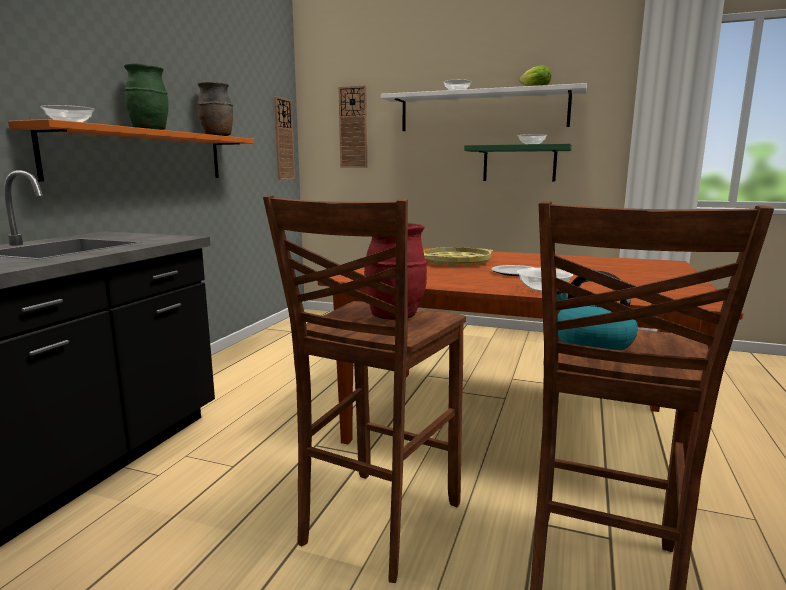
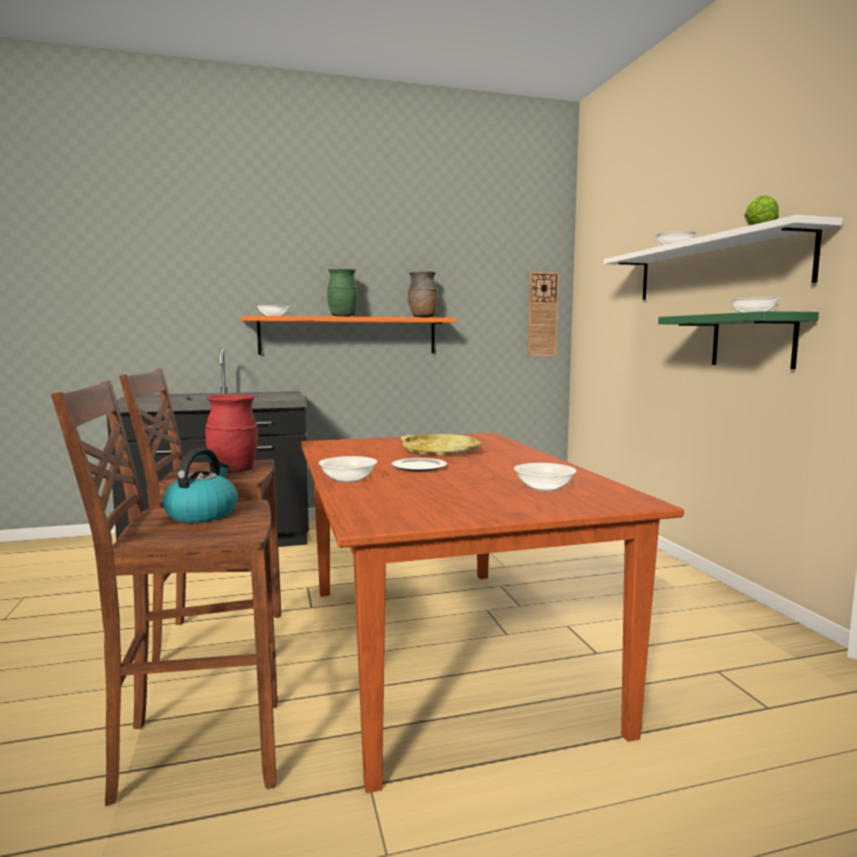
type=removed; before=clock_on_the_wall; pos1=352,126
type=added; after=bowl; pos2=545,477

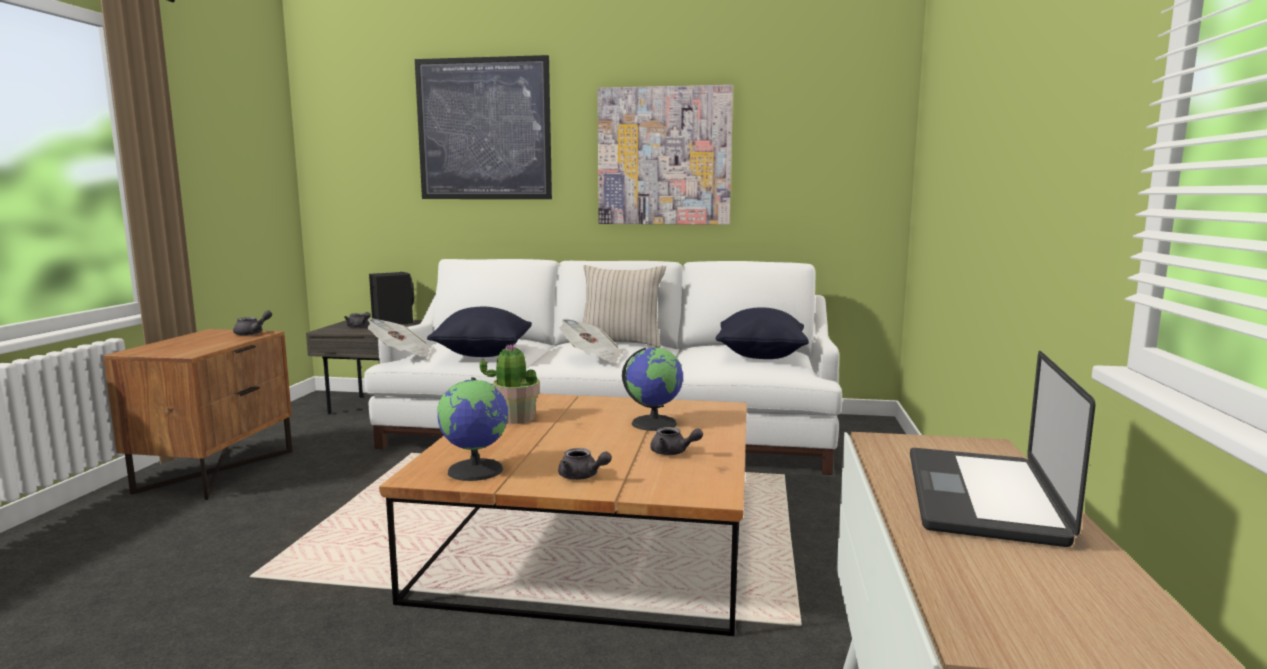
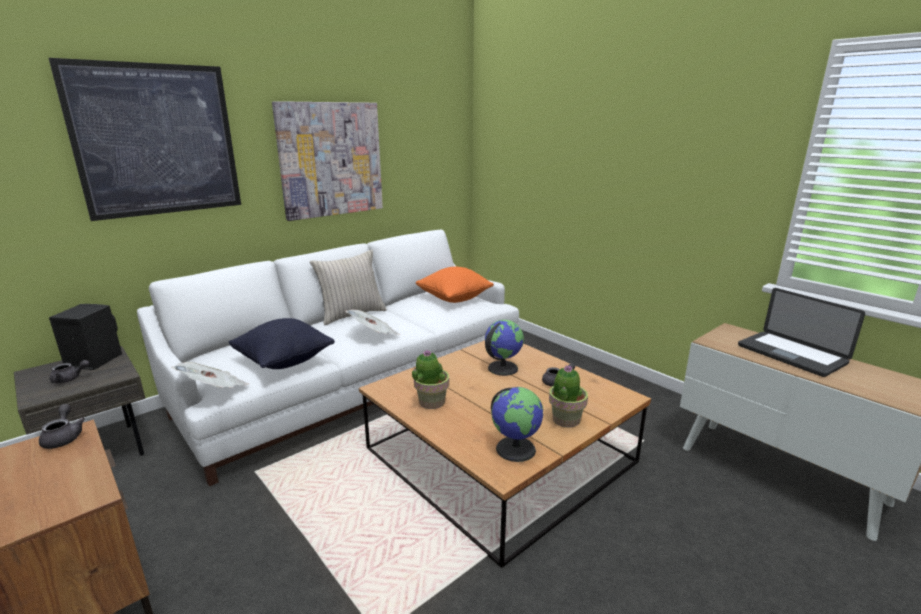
type=recoloured; before=black_cushion; after=orange-coloured_cushion; pos1=762,333; pos2=455,285
type=replaced; before=greyish_pot_for_tea; after=potted_plant; pos1=585,464; pos2=568,396

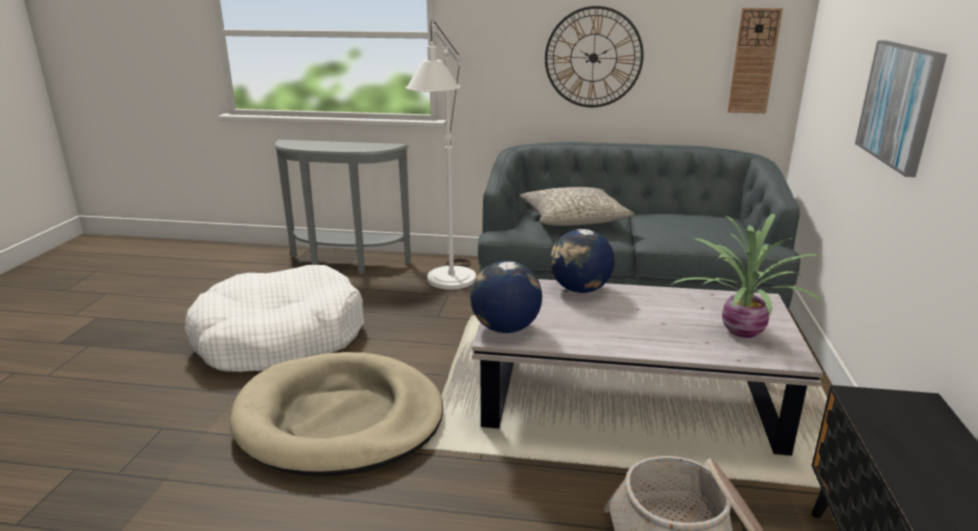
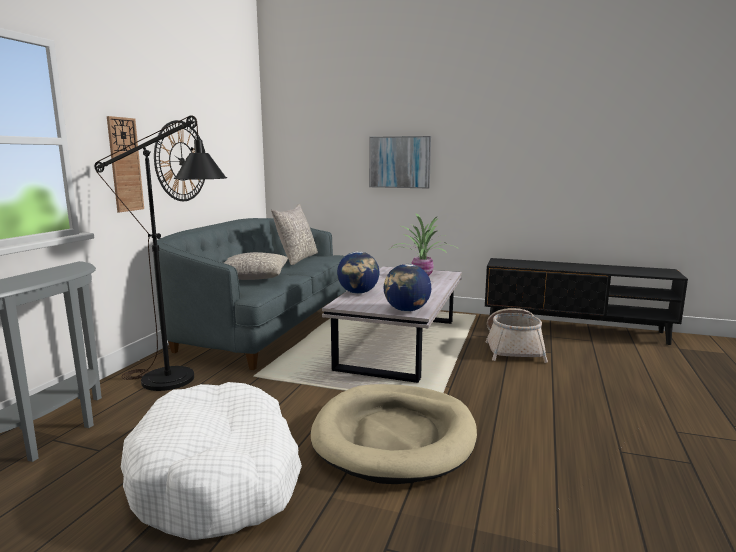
type=moved; before=clock_on_the_wall; pos1=755,60; pos2=125,164
type=recoloured; before=white_floor_lamp; after=black_floor_lamp; pos1=441,154; pos2=160,253
type=added; after=greyish_cushion; pos2=294,234

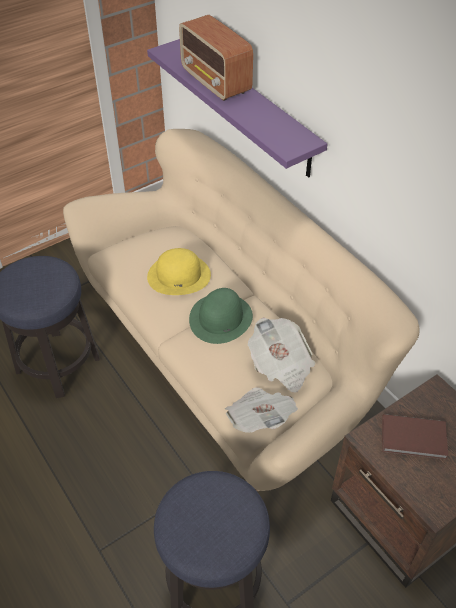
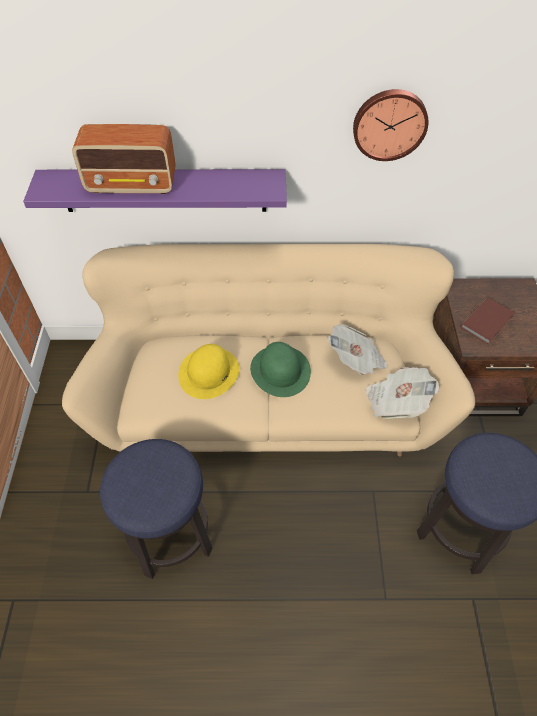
type=added; after=clock_on_the_wall; pos2=390,125

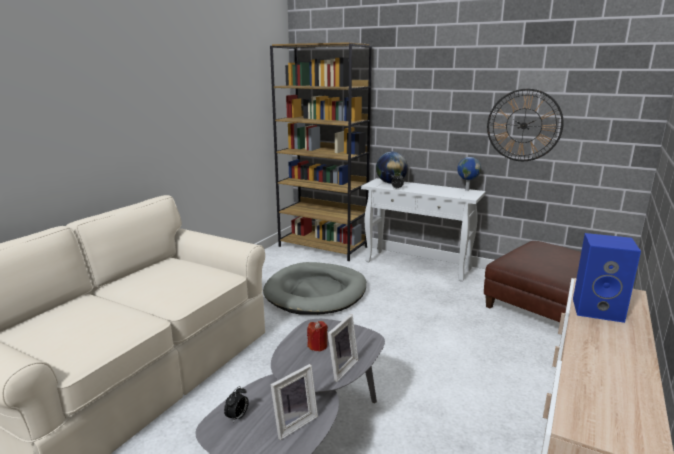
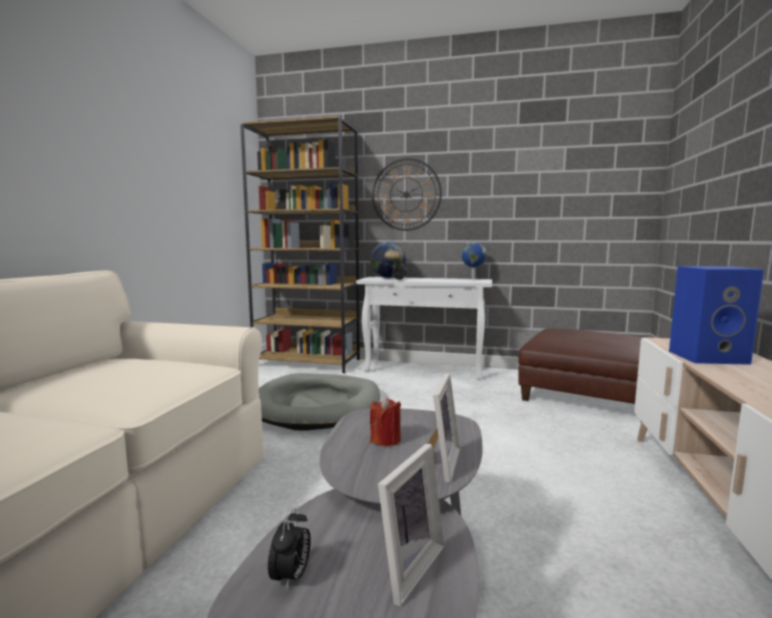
type=moved; before=clock_on_the_wall; pos1=525,124; pos2=407,194

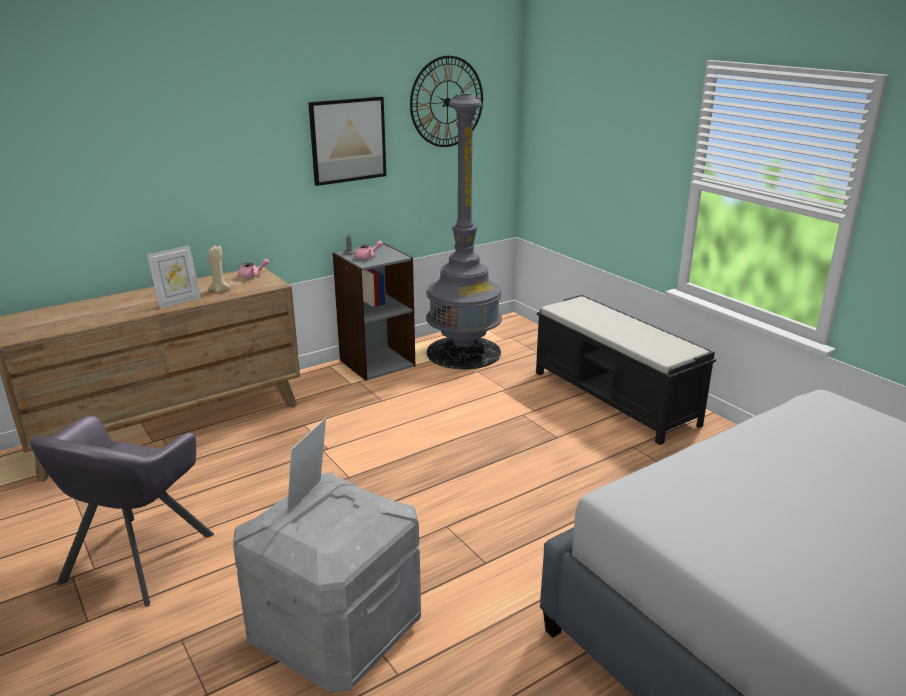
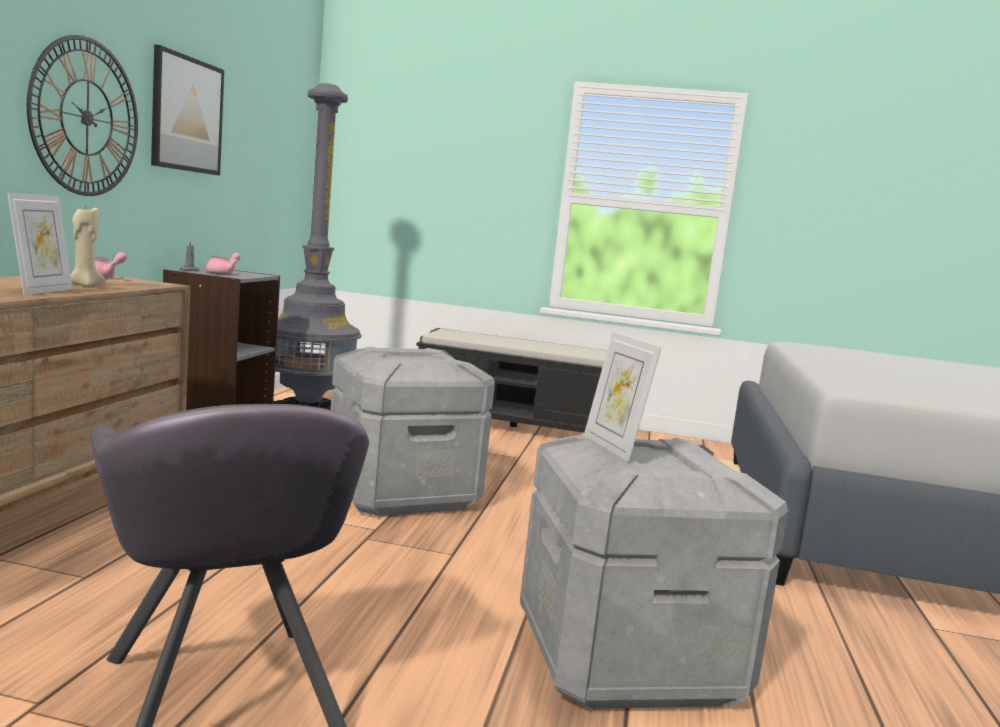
type=moved; before=clock_on_the_wall; pos1=446,101; pos2=82,115
type=added; after=greyish_storage_bin; pos2=412,431

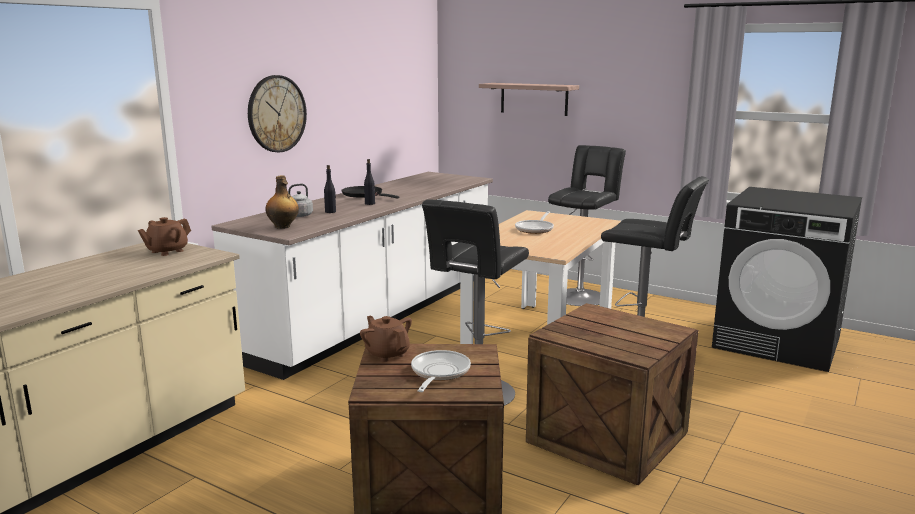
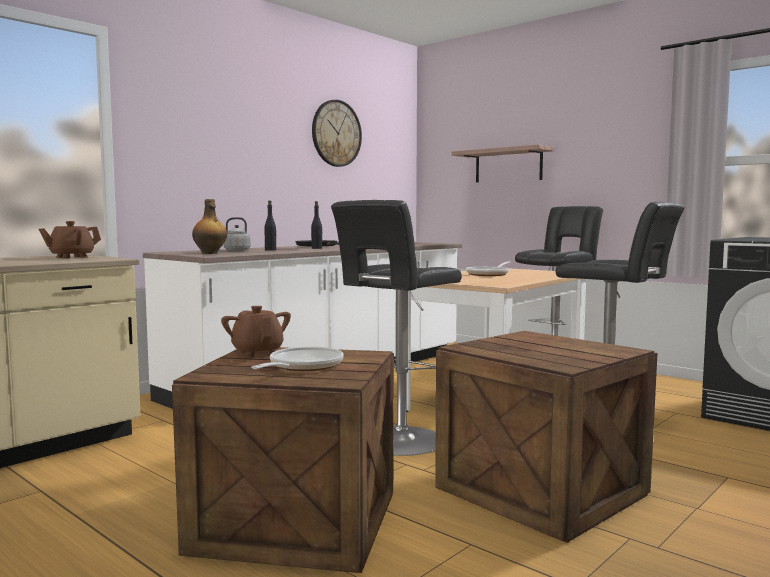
type=moved; before=clock_on_the_wall; pos1=277,113; pos2=337,133

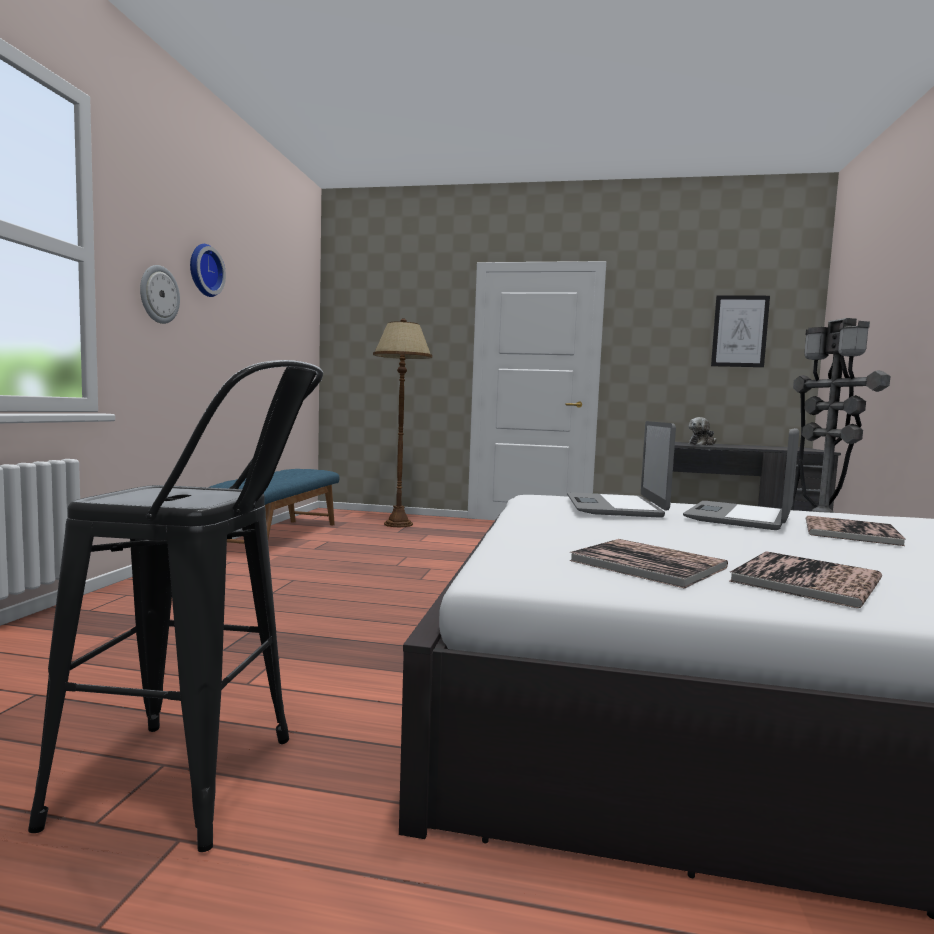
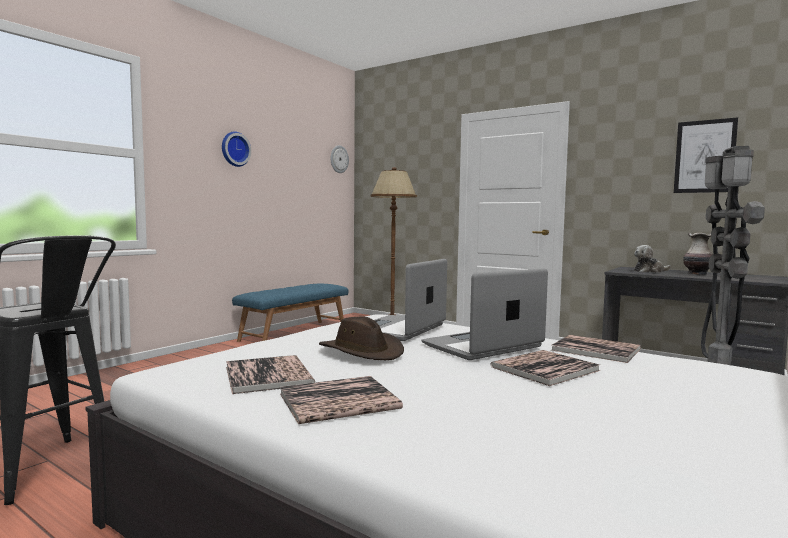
type=moved; before=clock_on_the_wall; pos1=160,294; pos2=339,159
type=added; after=decorative_vase; pos2=698,254
type=added; after=brown_wearable_hat; pos2=361,338
type=added; after=bound_book; pos2=596,349

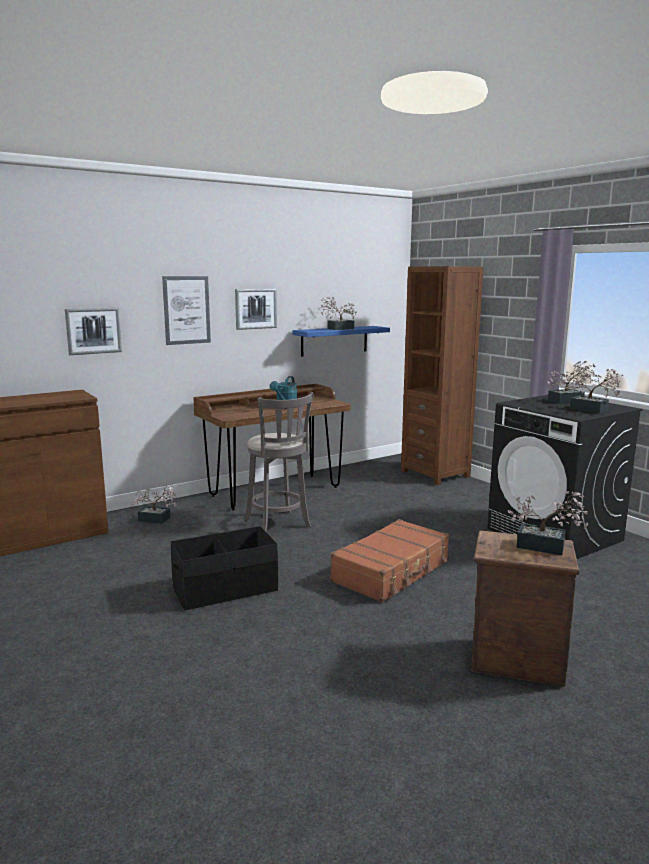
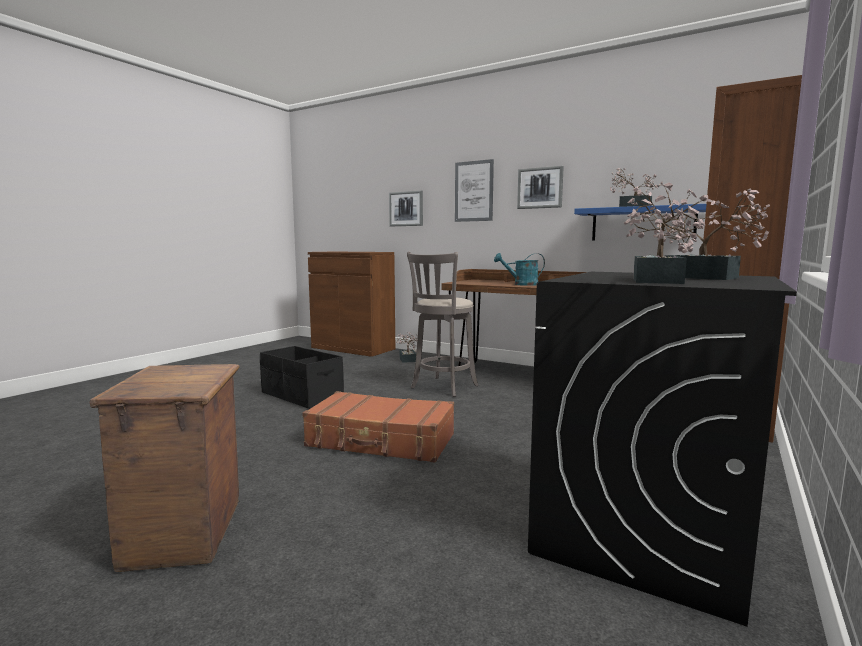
type=removed; before=potted_plant; pos1=548,523

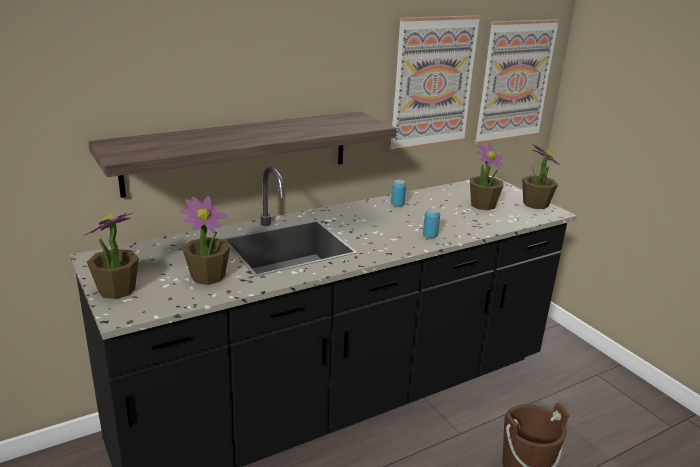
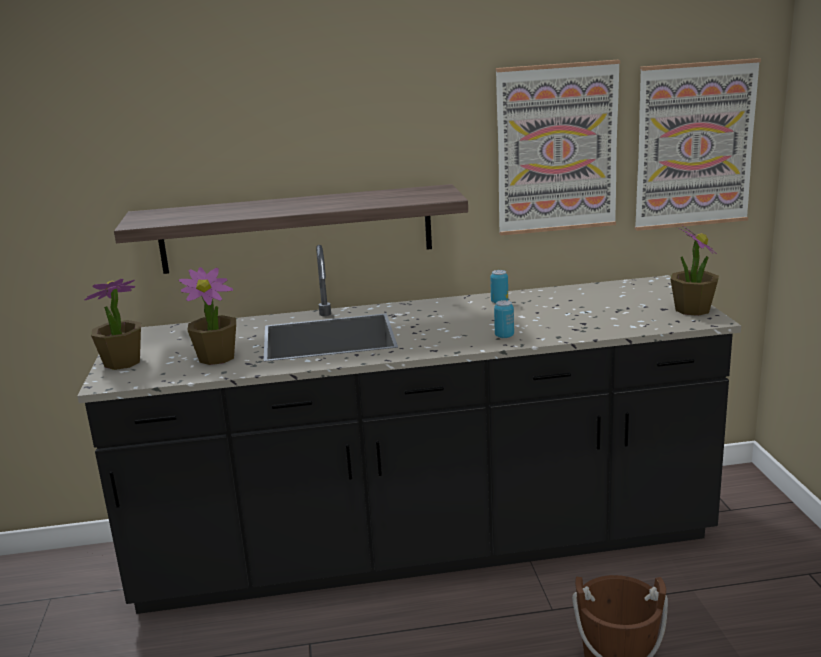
type=removed; before=potted_plant; pos1=487,176

